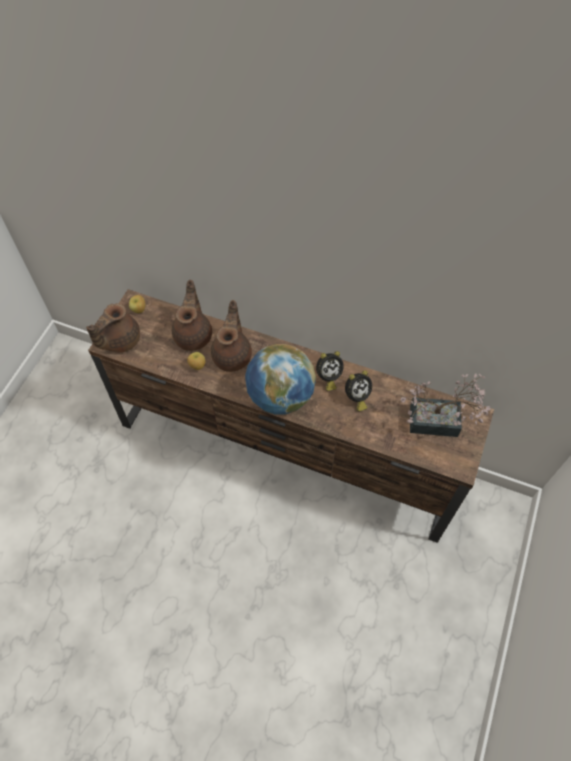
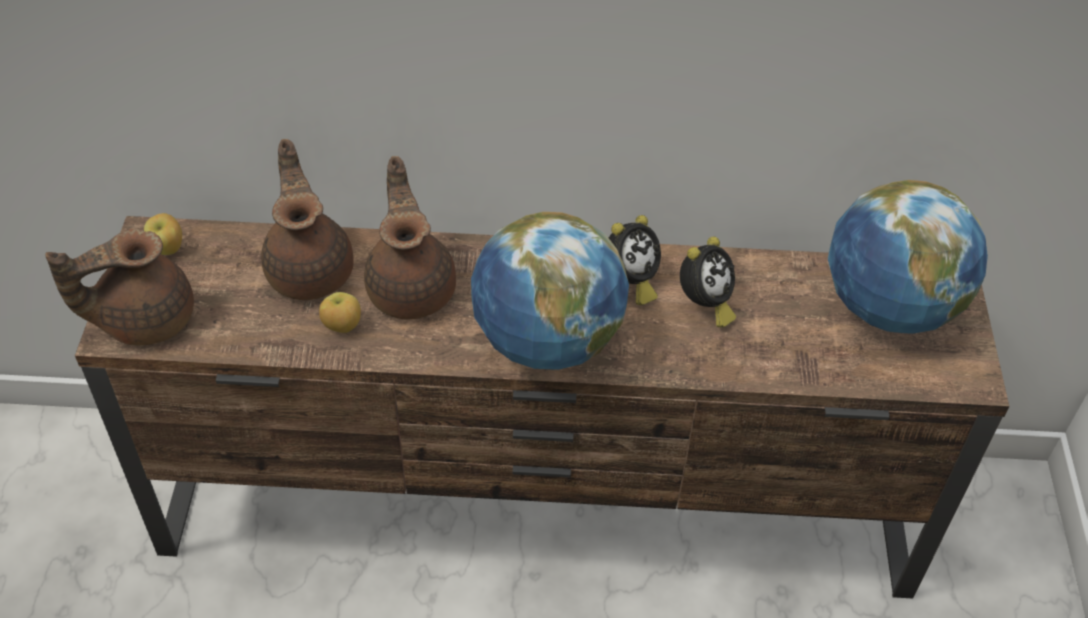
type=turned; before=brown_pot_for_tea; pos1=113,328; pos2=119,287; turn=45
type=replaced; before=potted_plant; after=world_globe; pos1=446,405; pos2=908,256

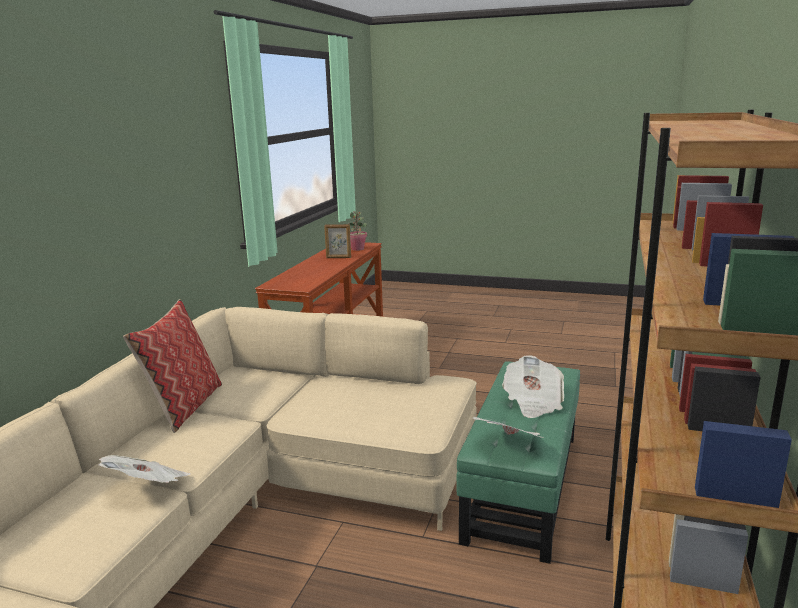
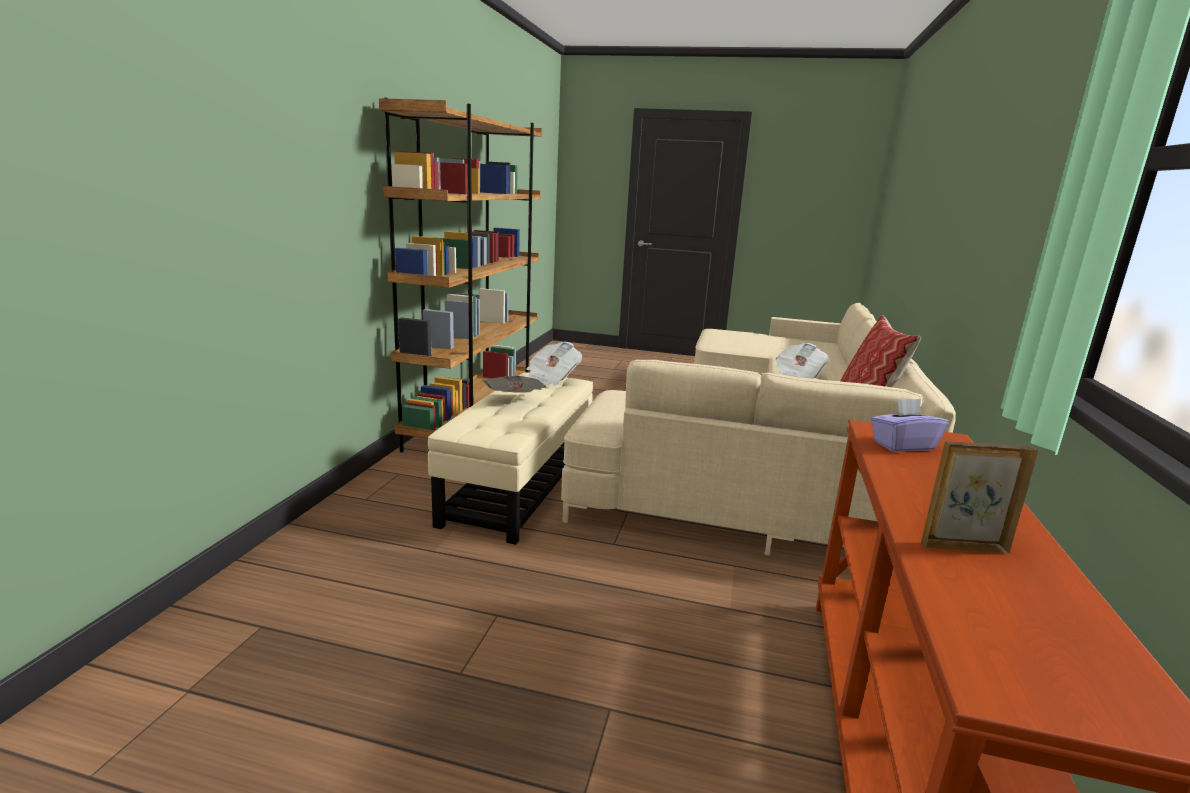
type=removed; before=potted_plant; pos1=358,231
type=recoloured; before=green_ottoman; after=sand-coloured_ottoman; pos1=518,462; pos2=510,458
type=added; after=purple_box_of_tissues; pos2=909,425

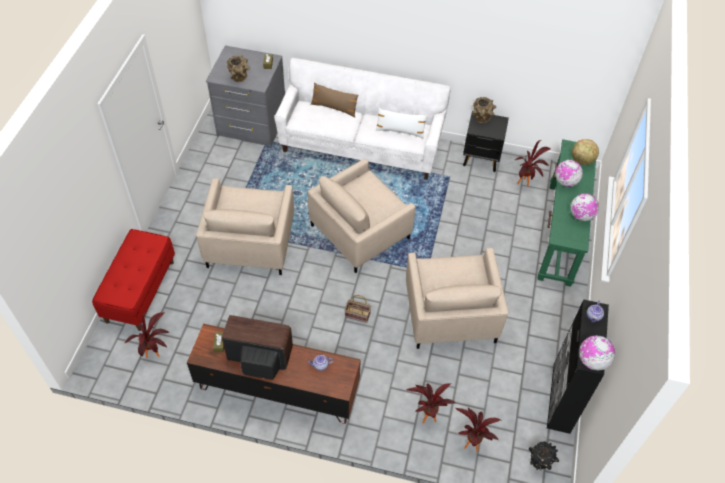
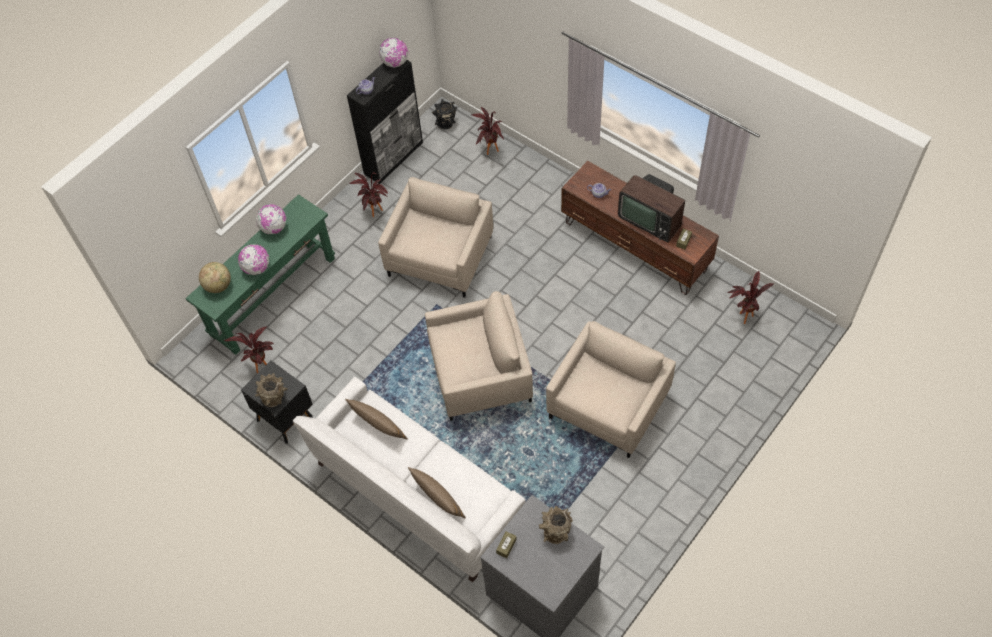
type=recoloured; before=white_cushion; after=brown_cushion; pos1=401,123; pos2=376,419
type=removed; before=red-coloured_bench; pos1=133,280
type=removed; before=basket; pos1=358,309
type=moved; before=potted_plant; pos1=431,403; pos2=369,194

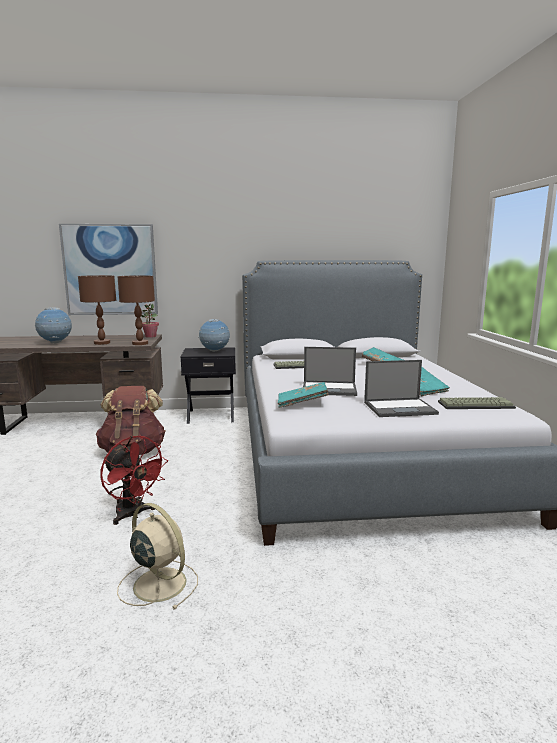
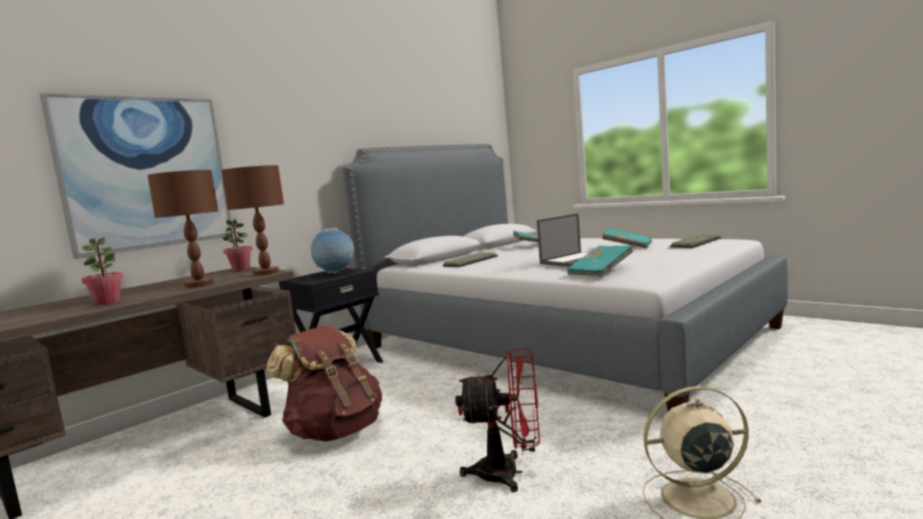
type=replaced; before=world_globe; after=potted_plant; pos1=53,325; pos2=102,271
type=removed; before=portable_computer; pos1=401,388

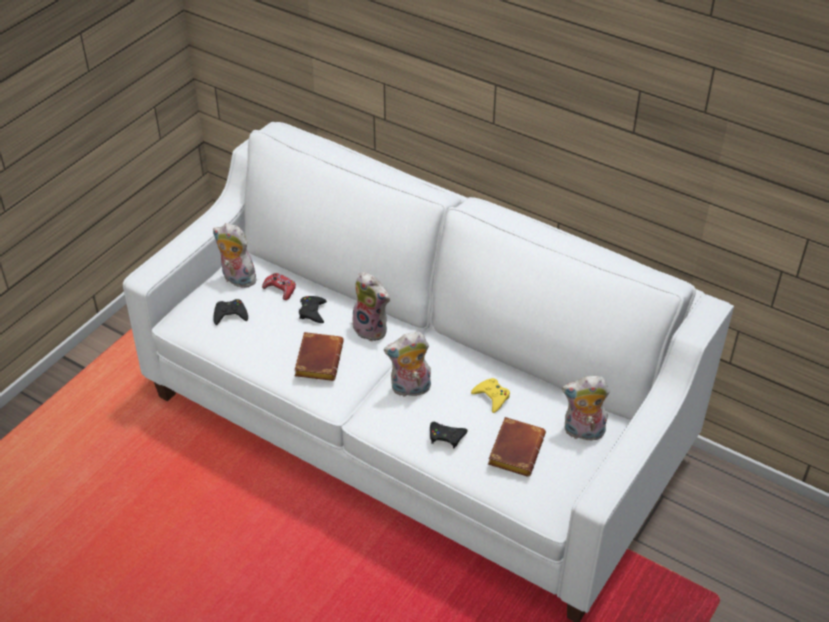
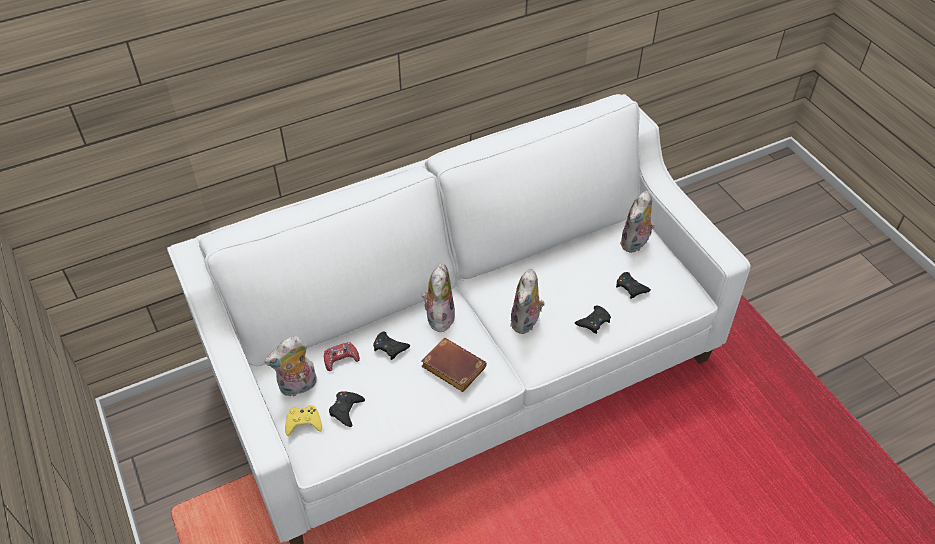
type=turned; before=cuddly_toy; pos1=371,307; pos2=438,298; turn=-60
type=moved; before=yellow-coloured_gamepad; pos1=490,395; pos2=303,420
type=replaced; before=brown_bound_book; after=black_gamepad; pos1=517,447; pos2=633,285

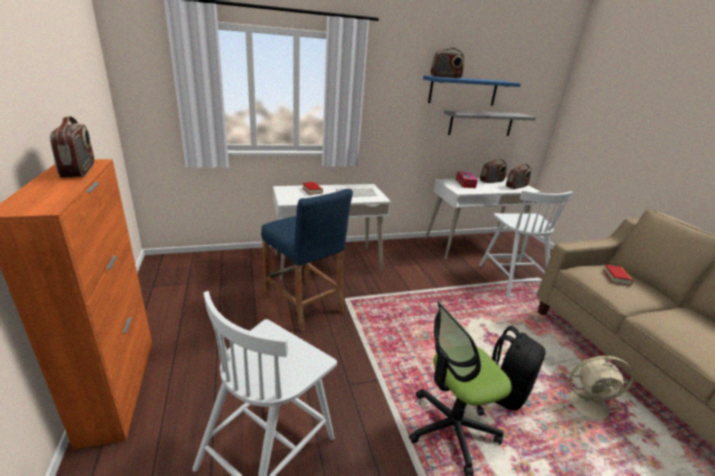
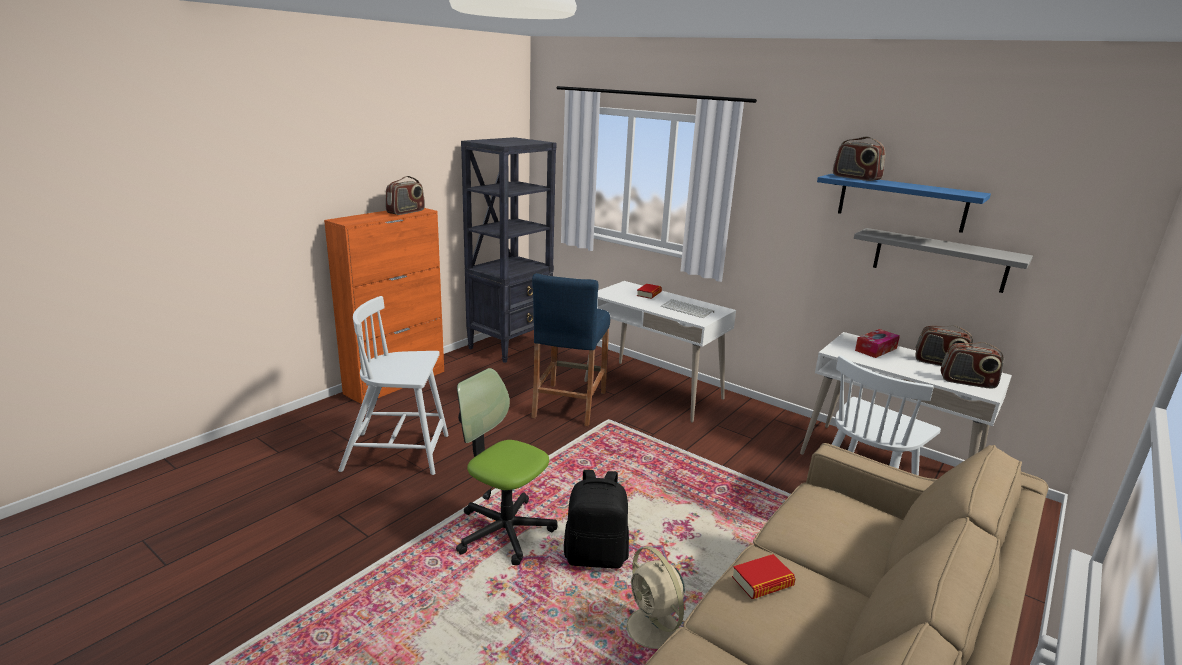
type=moved; before=bound_book; pos1=618,275; pos2=764,576
type=added; after=black_bookshelf; pos2=509,250

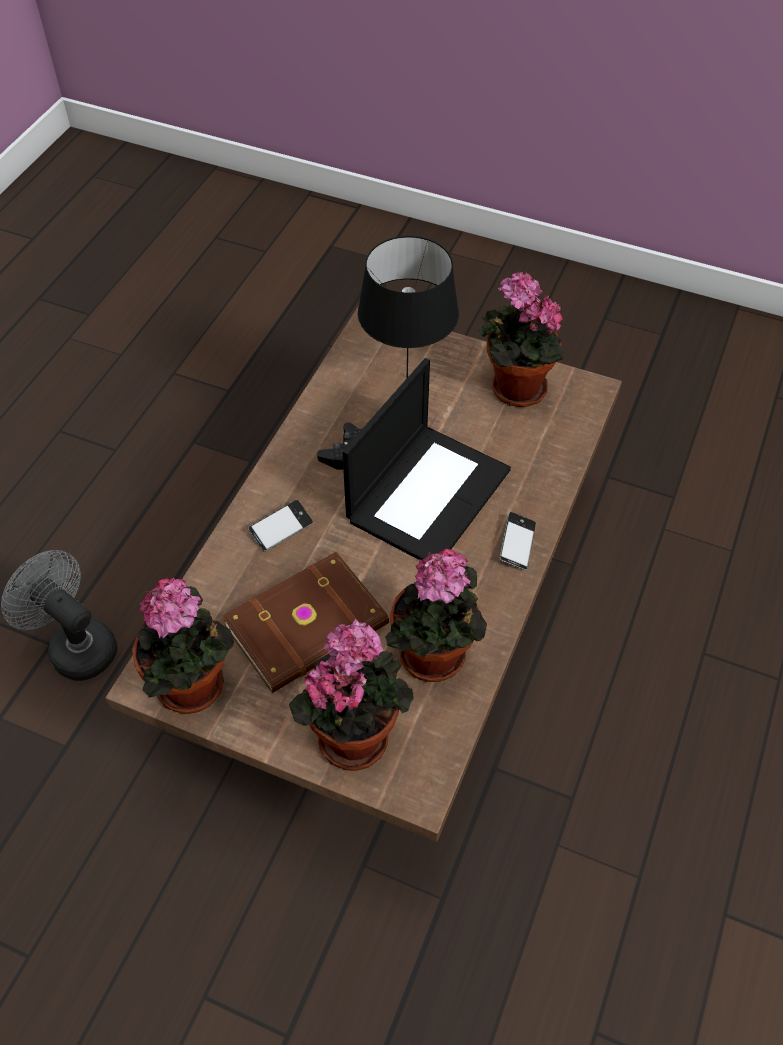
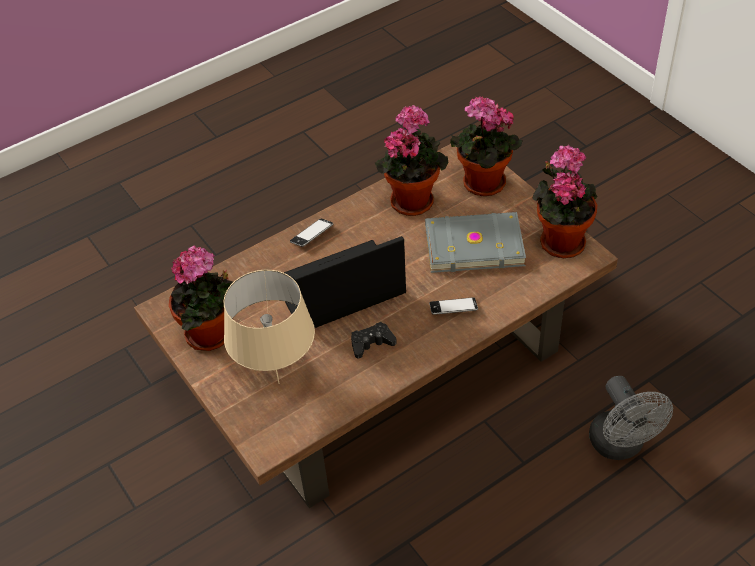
type=recoloured; before=black_table_lamp; after=sand-coloured_table_lamp; pos1=408,307; pos2=269,327
type=recoloured; before=brown_bound_book; after=greyish_bound_book; pos1=305,622; pos2=475,242

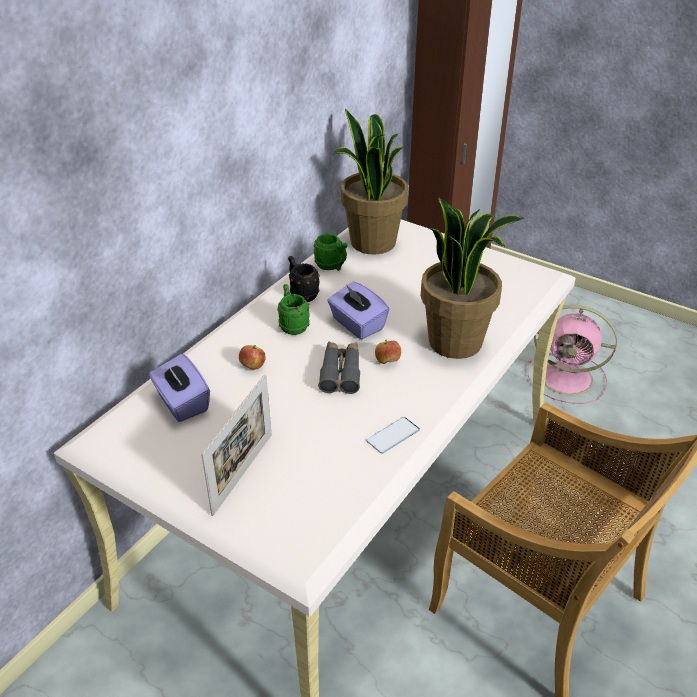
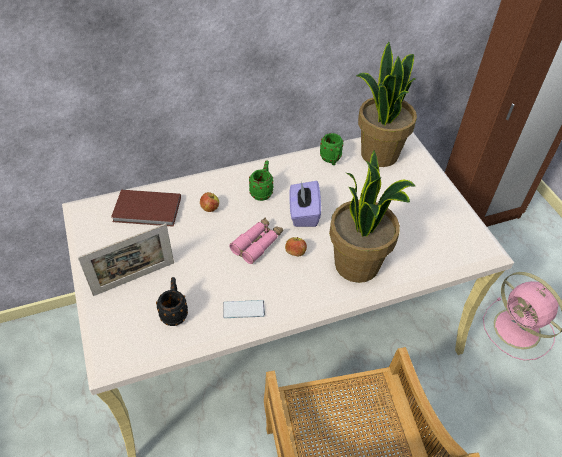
type=moved; before=black_mug; pos1=303,279; pos2=172,301
type=recoloured; before=greyish_pair_of_binoculars; after=pink-coloured_pair_of_binoculars; pos1=339,367; pos2=256,240
type=replaced; before=purple_box_of_tissues; after=brown_bound_book; pos1=179,388; pos2=146,208

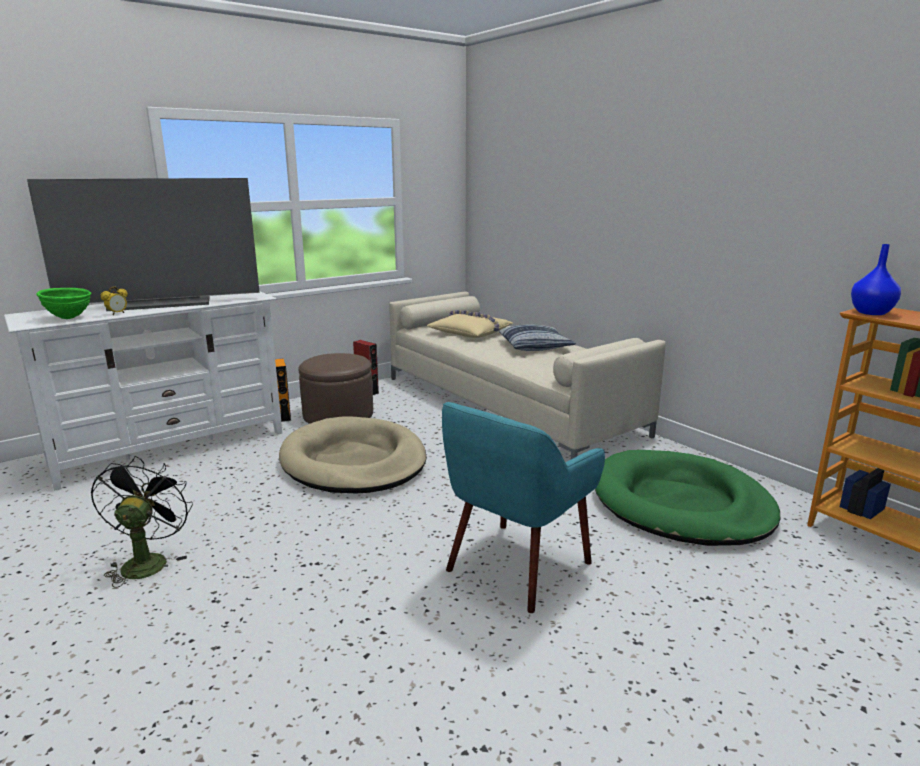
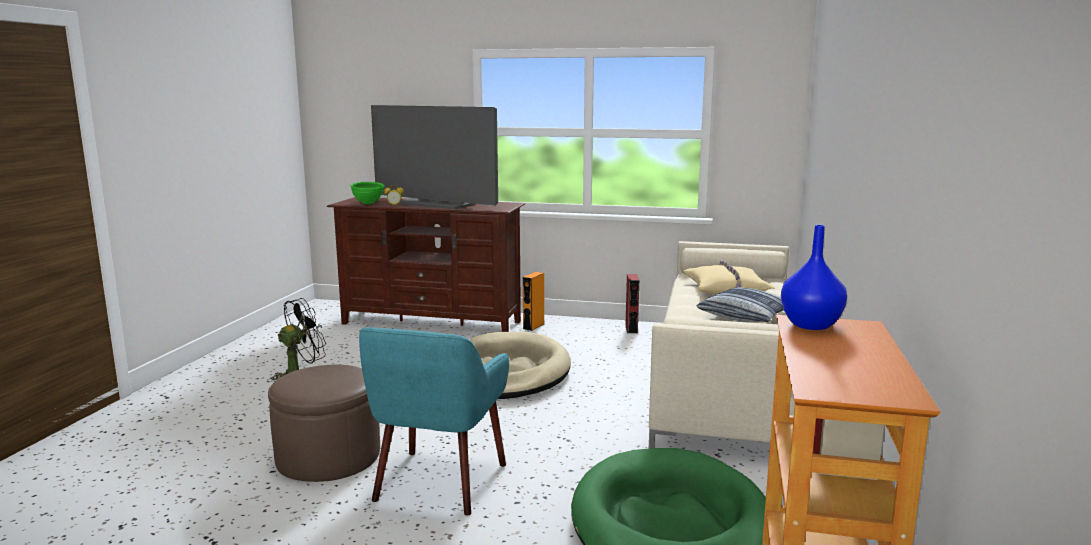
type=recoloured; before=white_media_console; after=brown_media_console; pos1=143,390; pos2=426,264
type=moved; before=brown_ottoman; pos1=335,388; pos2=324,423
type=turned; before=turquoise-coloured_armchair; pos1=523,507; pos2=434,421; turn=-75

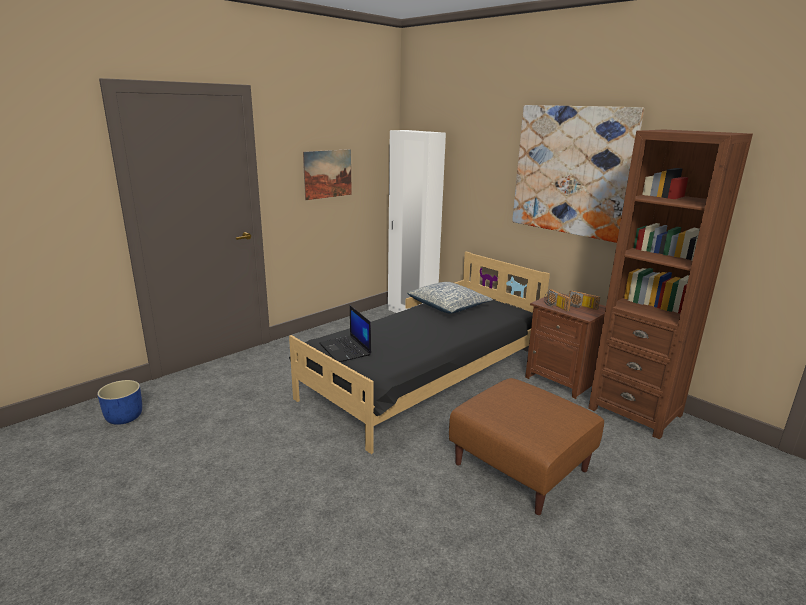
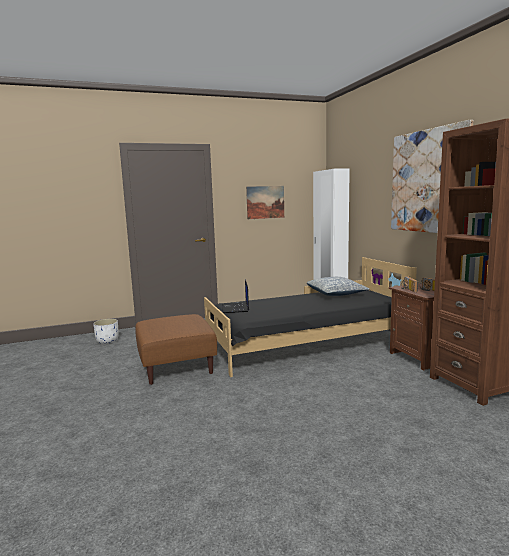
type=moved; before=brown_ottoman; pos1=526,446; pos2=176,349
type=recoloured; before=bluish_planter; after=white_planter; pos1=119,402; pos2=105,331

